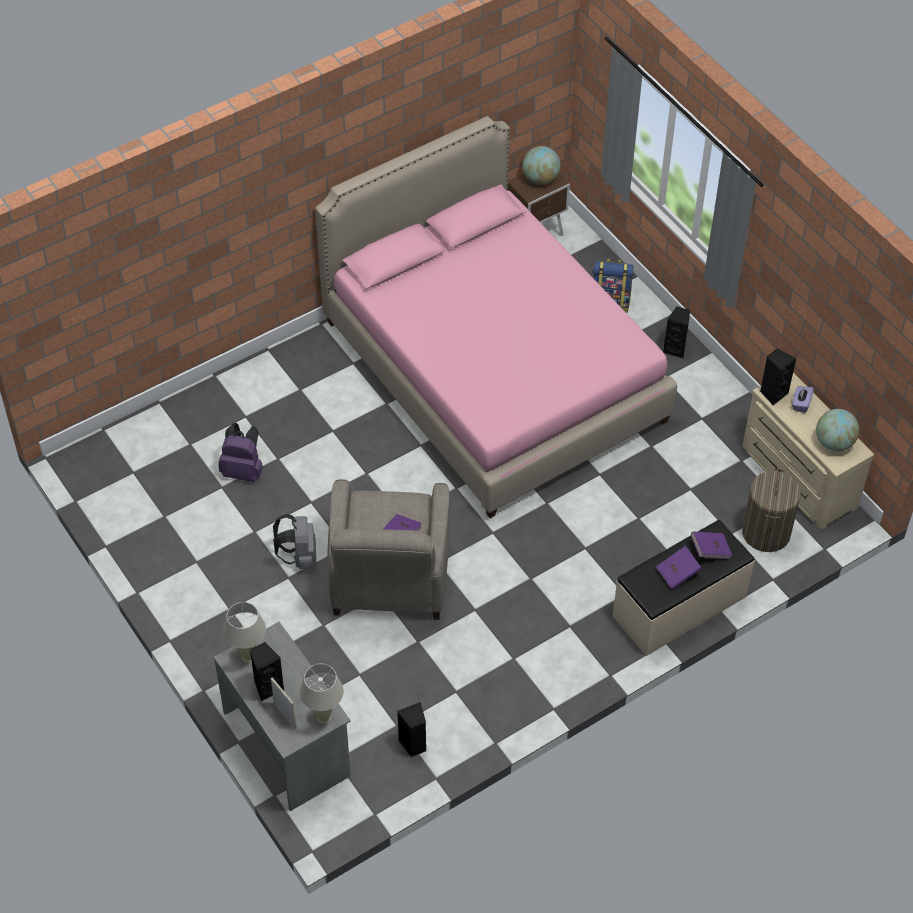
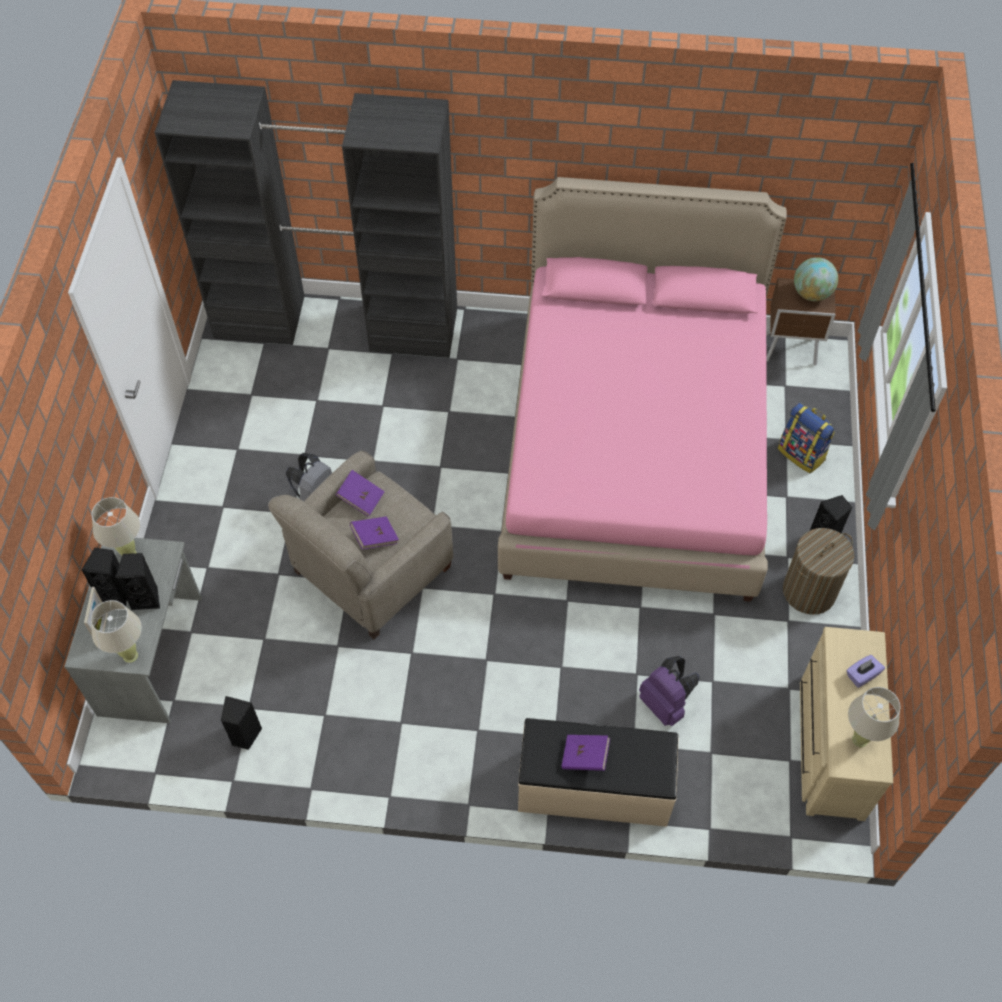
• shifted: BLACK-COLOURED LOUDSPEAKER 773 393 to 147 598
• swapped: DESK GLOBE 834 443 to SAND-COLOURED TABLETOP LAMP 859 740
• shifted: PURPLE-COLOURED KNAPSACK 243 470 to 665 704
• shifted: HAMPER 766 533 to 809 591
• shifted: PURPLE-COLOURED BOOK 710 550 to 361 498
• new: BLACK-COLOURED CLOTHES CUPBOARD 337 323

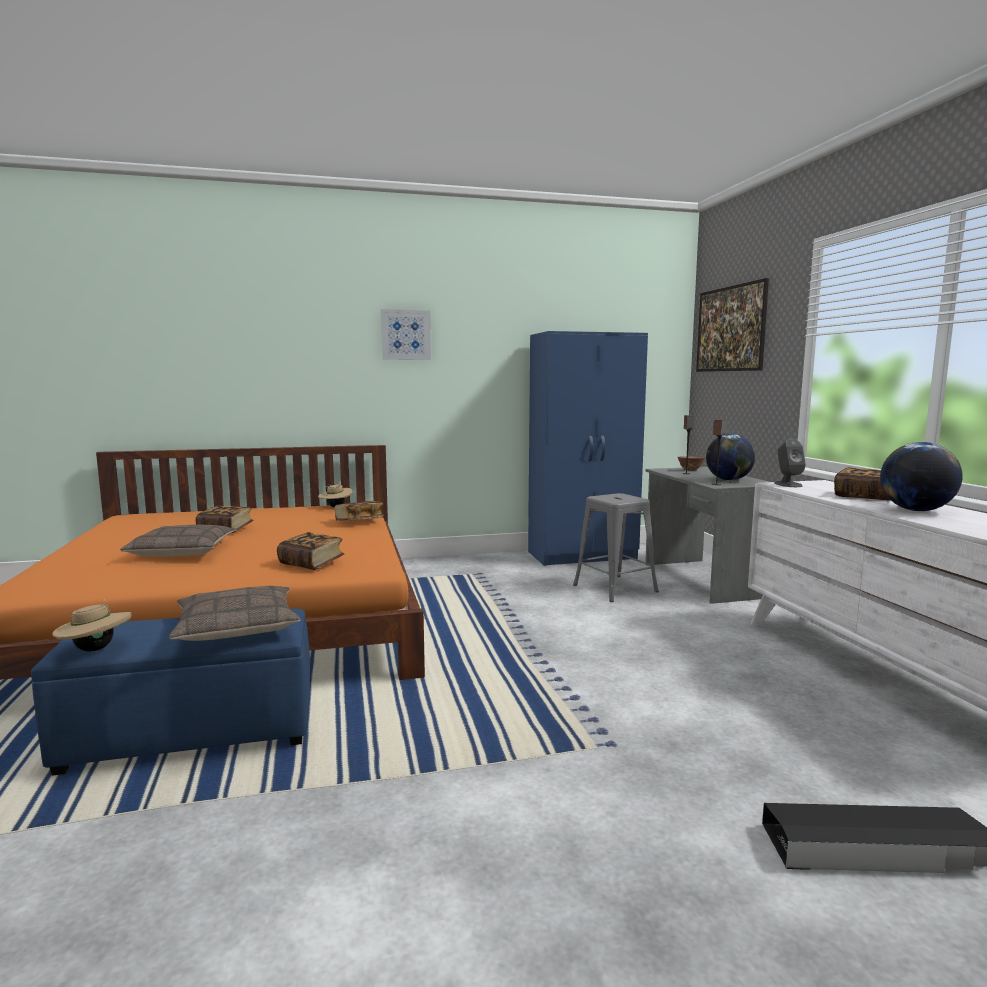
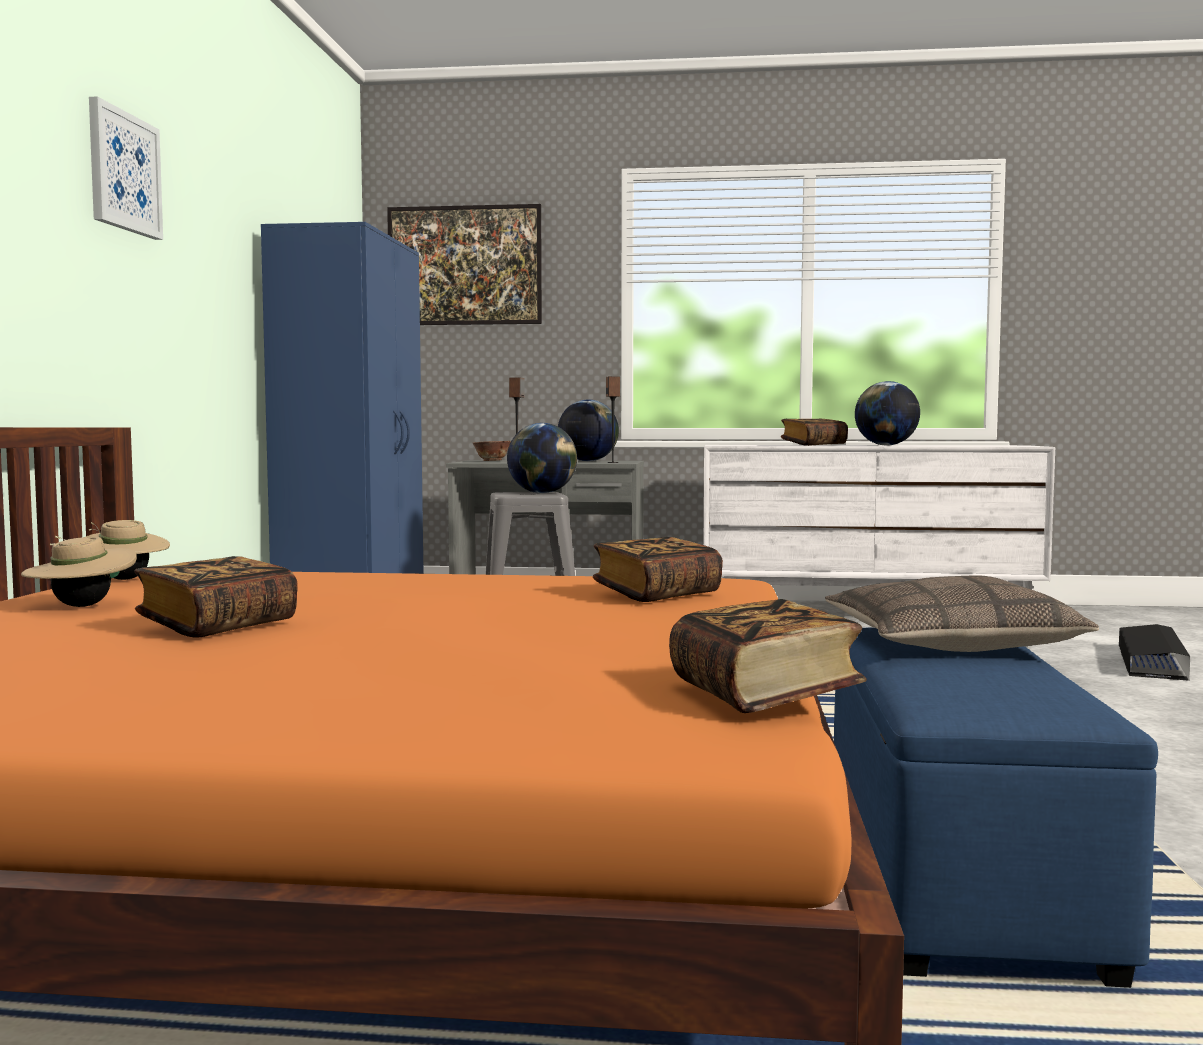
• gone: GRAY LOUDSPEAKER 788 484
• shifted: BOOK 359 521 to 763 695
• gone: CUSHION 183 551
• shifted: SAND-COLOURED CLOTHING HAT 95 649 to 81 606
• new: DESK GLOBE 542 493

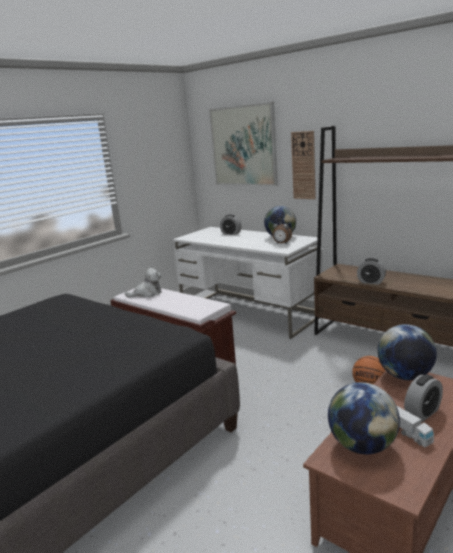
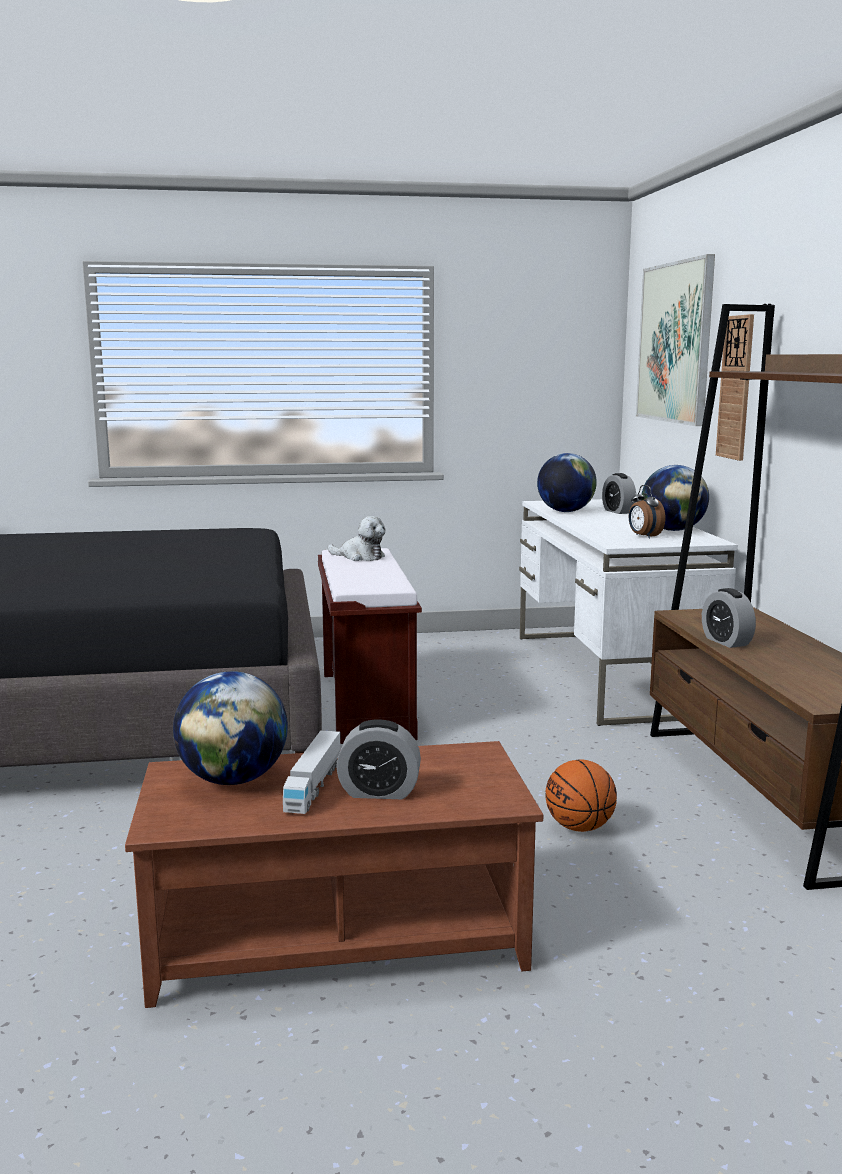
• shifted: DESK GLOBE 405 376 to 565 511

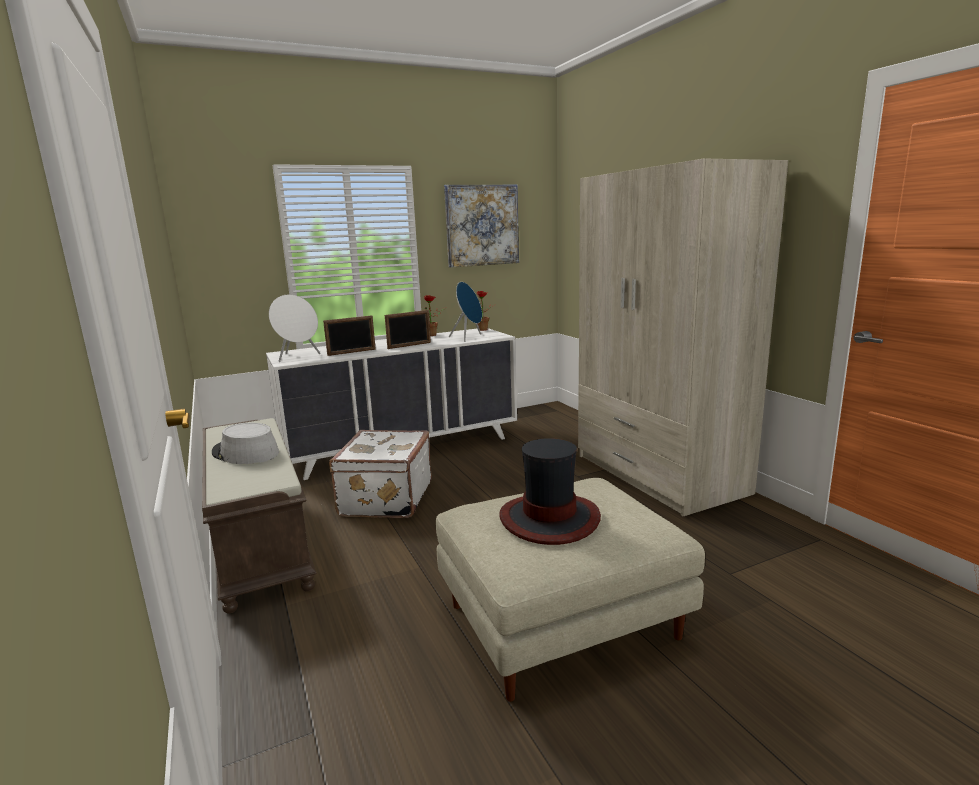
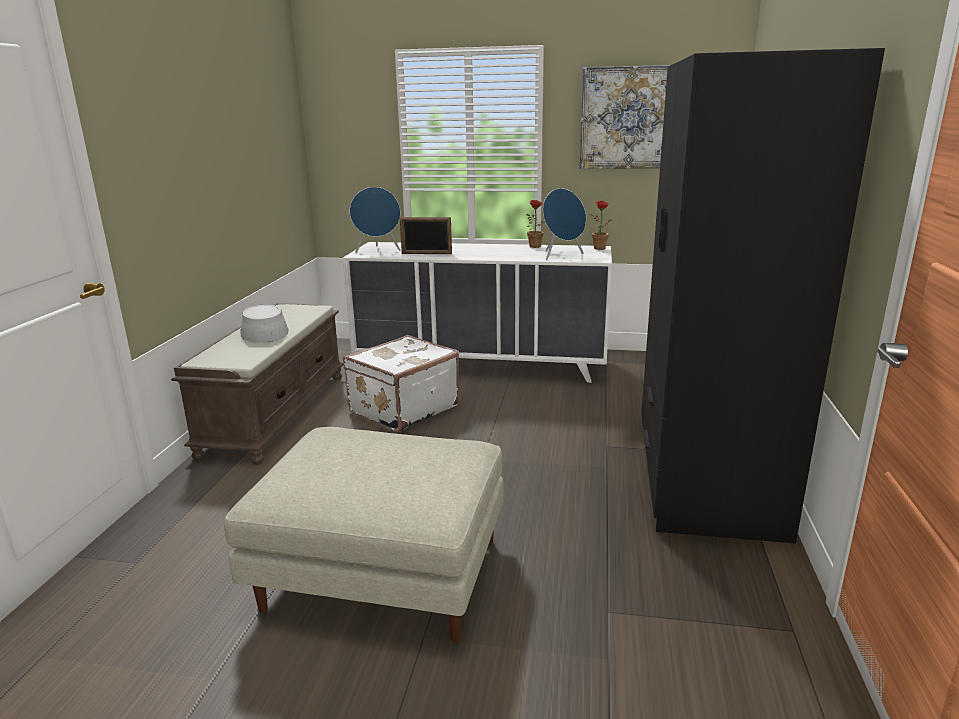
• repainted: SAND-COLOURED CLOTHES CUPBOARD 658 474 to BLACK-COLOURED CLOTHES CUPBOARD 704 475
• repainted: WHITISH LOUDSPEAKER 298 357 to BLUE-COLOURED LOUDSPEAKER 378 251
• gone: PICTURE FRAME 409 345
• gone: CLOTHING HAT 549 519

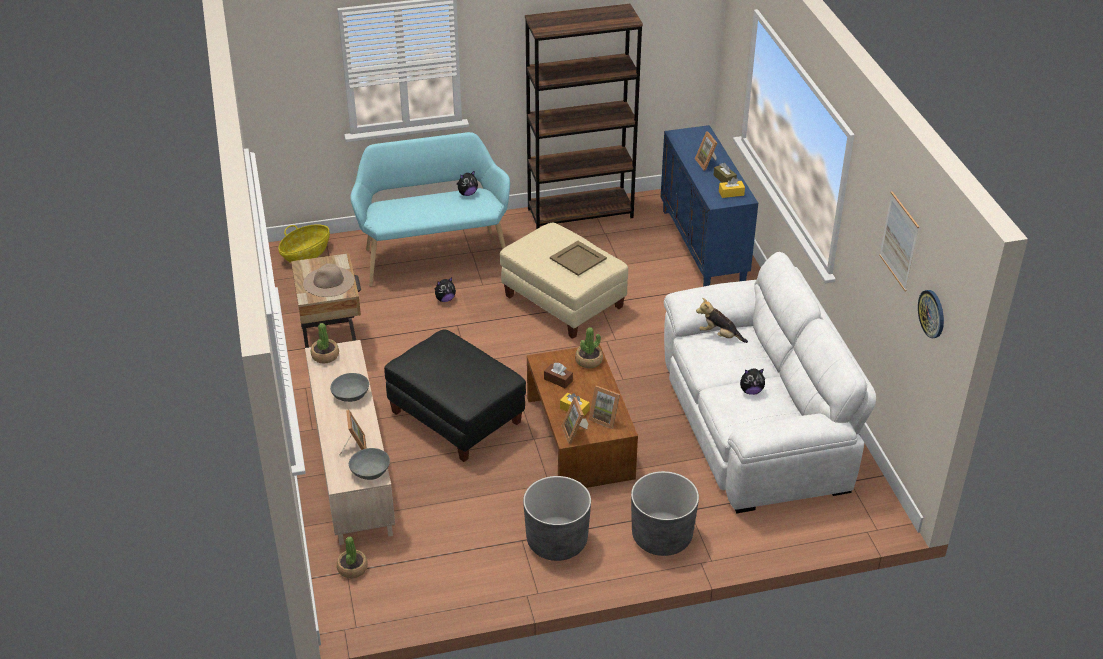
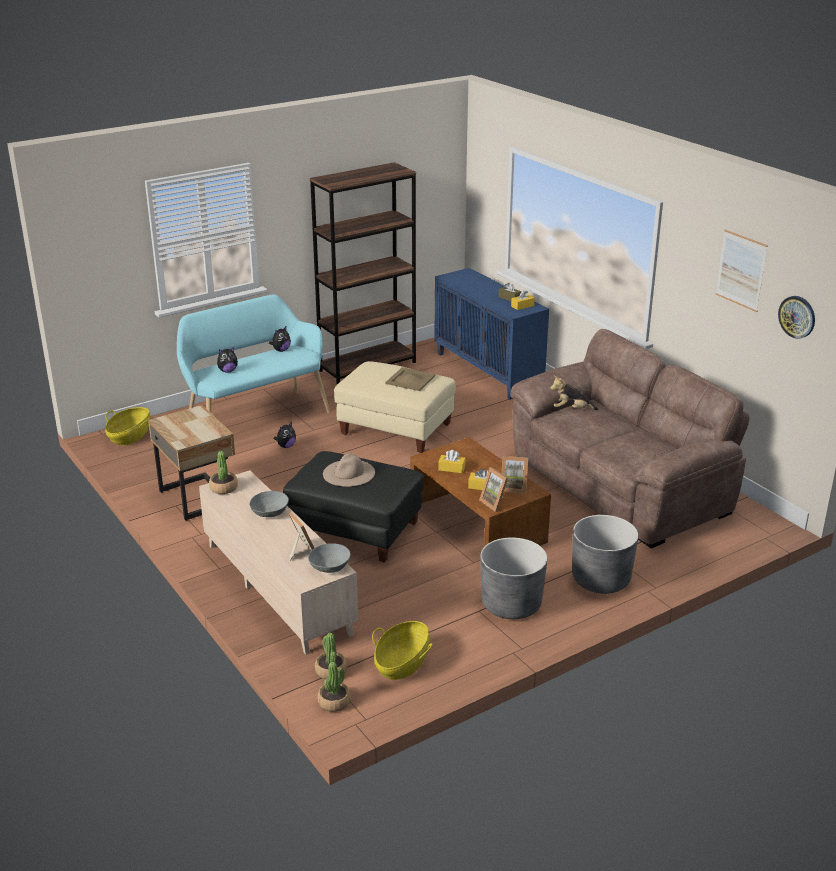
• gone: PICTURE FRAME 707 163
• repainted: WHITISH COUCH 756 425 to BROWN COUCH 621 483
• shifted: SAND-COLOURED CLOTHING HAT 328 282 to 349 473
• shifted: PLANT IN A POT 589 361 to 334 702
• repainted: BROWN TISSUE HOLDER 558 380 to YELLOWISH TISSUE HOLDER 451 468
• shifted: PLUSH TOY 751 391 to 227 371
• new: HOUSEHOLD BASKET 402 663

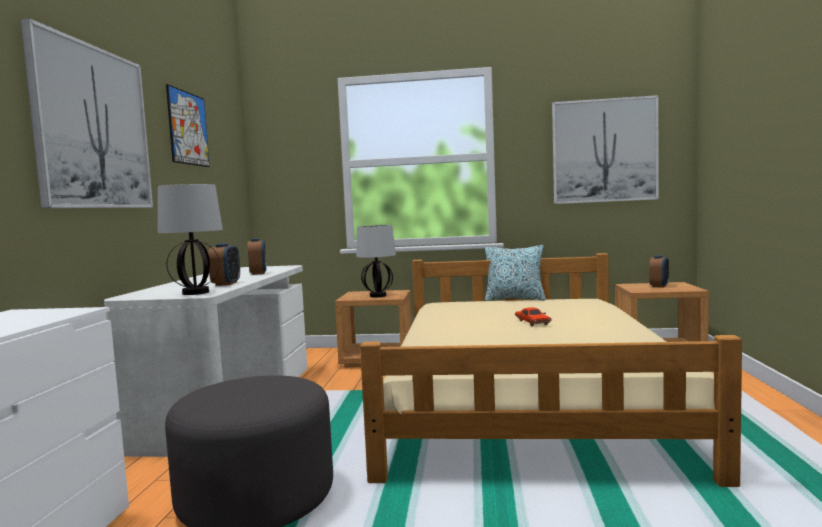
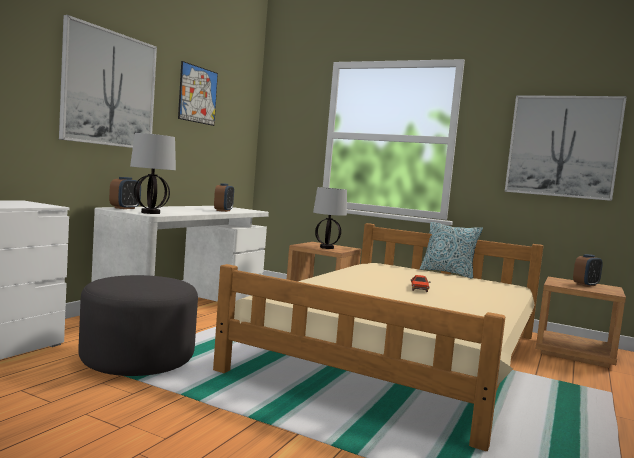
• shifted: ALARM CLOCK 226 284 to 125 208

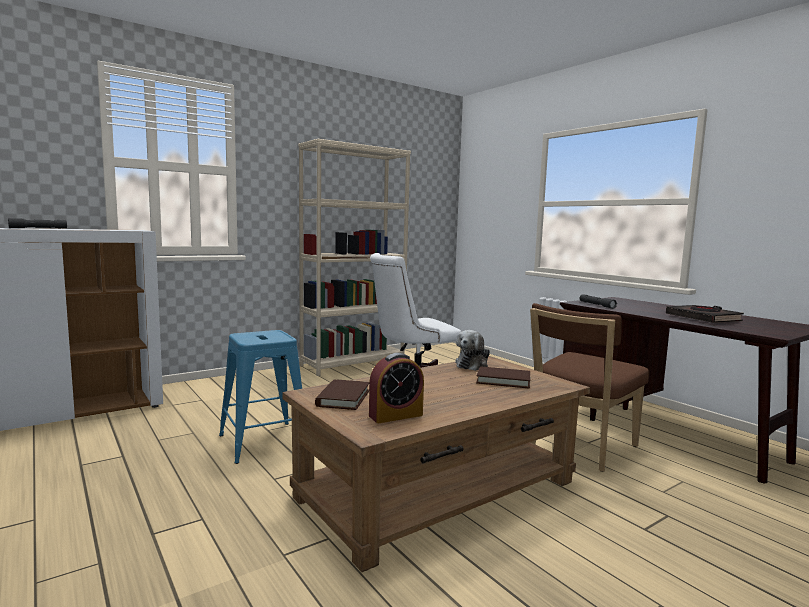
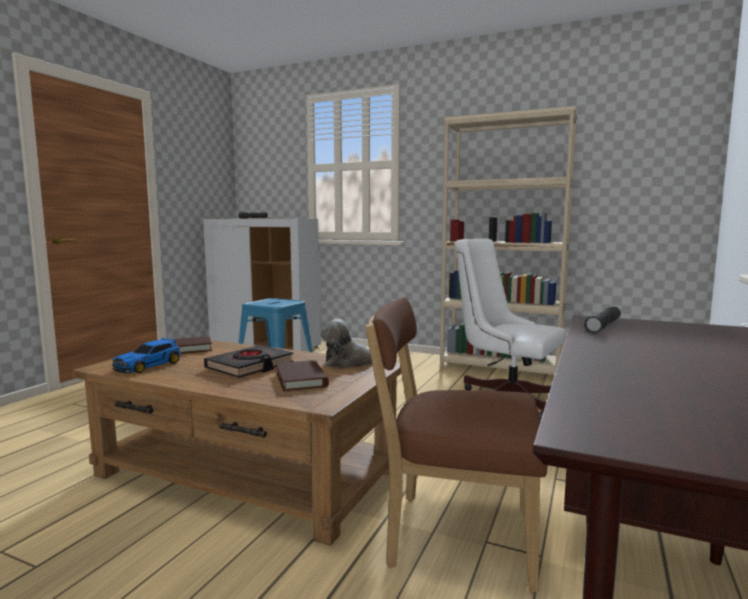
• shifted: BLACK-COLOURED BOOK 703 318 to 250 366
• swapped: ALARM CLOCK 395 415 to MODEL CAR 149 365

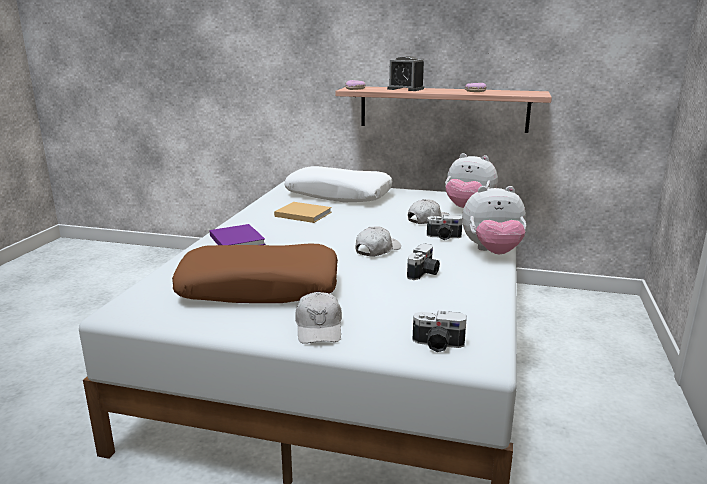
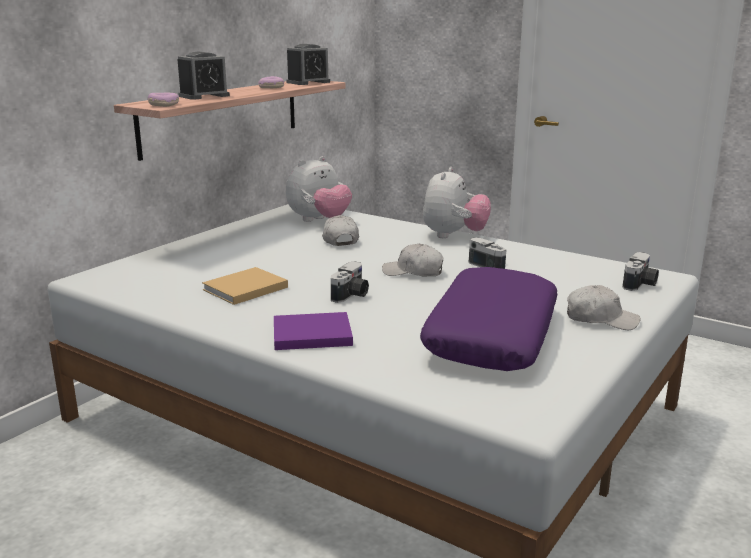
• gone: WHITISH CUSHION 339 195
• shifted: PHOTO CAMERA 443 237 to 351 295
• rotated: WHITISH BASEBALL CAP 377 250 = 413 272 45 degrees counterclockwise
• repainted: BROWN CUSHION 259 288 to PURPLE-COLOURED CUSHION 491 335
• new: ALARM CLOCK 308 82

